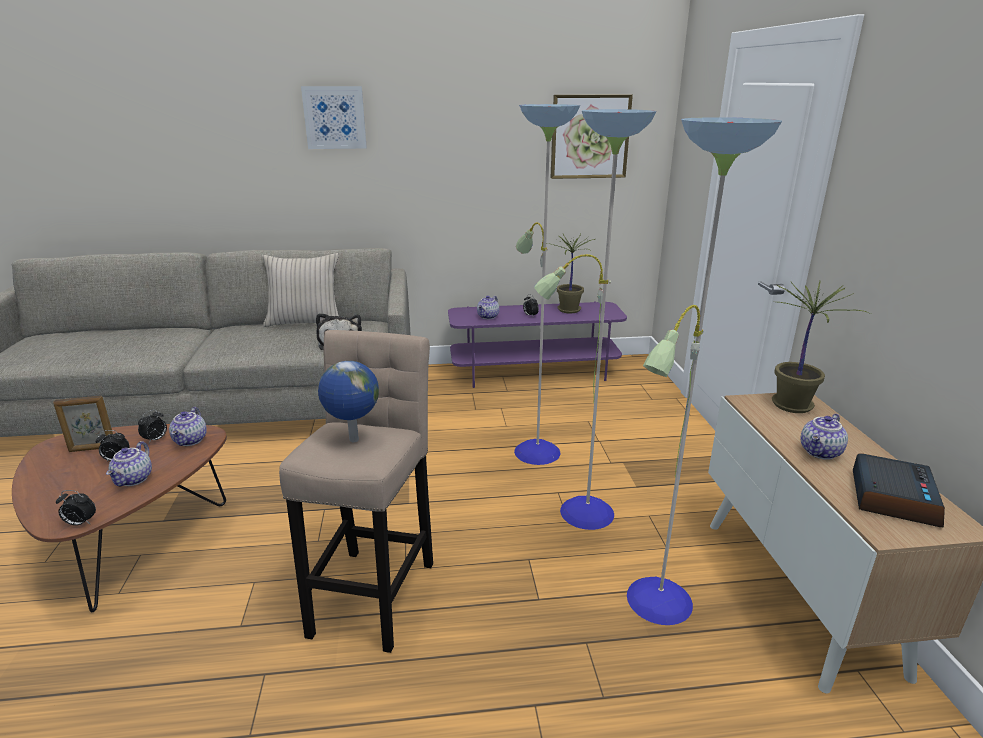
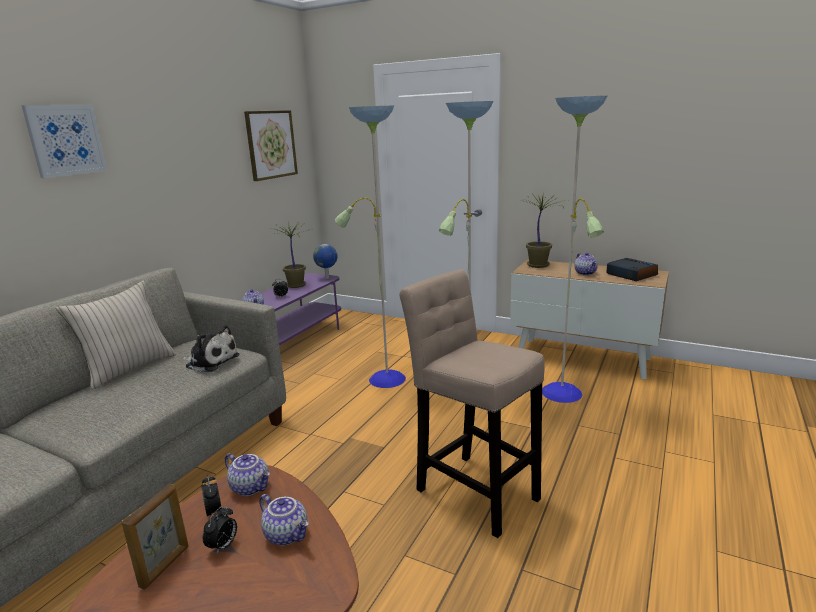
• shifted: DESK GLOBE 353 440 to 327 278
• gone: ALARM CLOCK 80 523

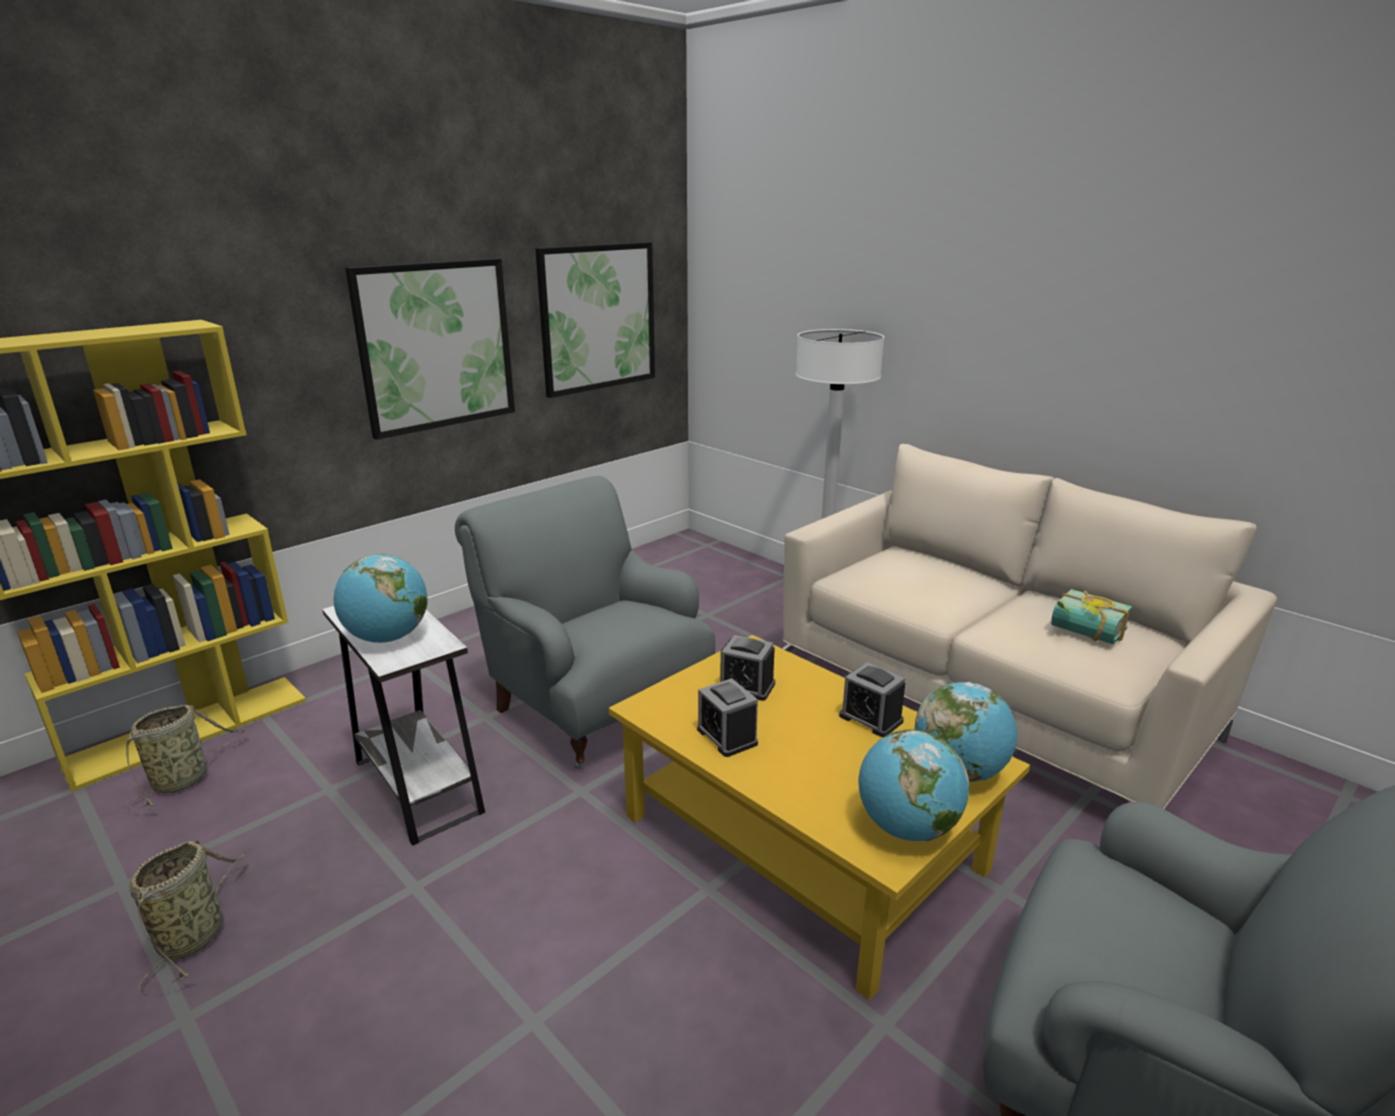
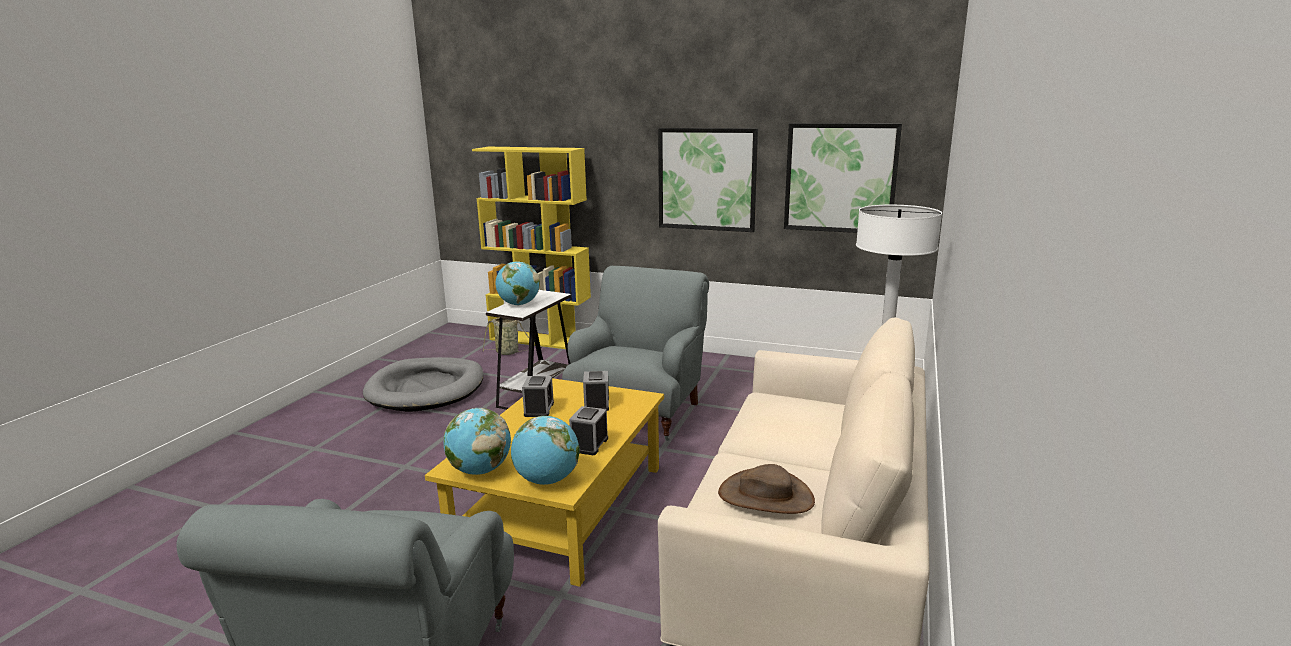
• swapped: BOOK 1084 634 to BROWN CLOTHING HAT 766 496
• rotated: ALARM CLOCK 727 736 = 539 409 150 degrees clockwise
• swapped: HOUSEHOLD BASKET 194 935 to GRAY PET BED 426 389

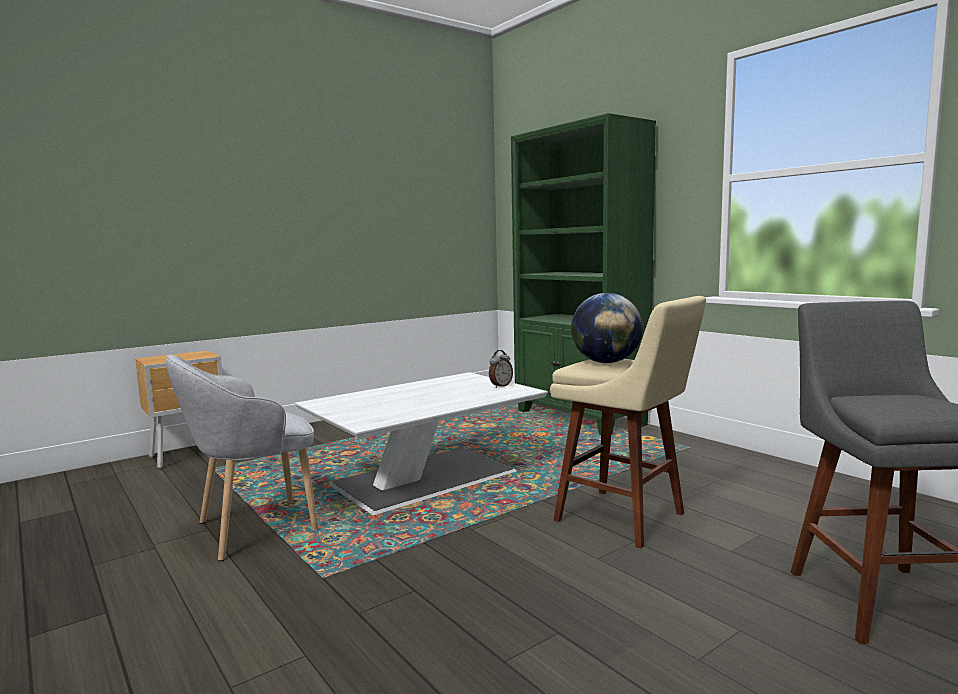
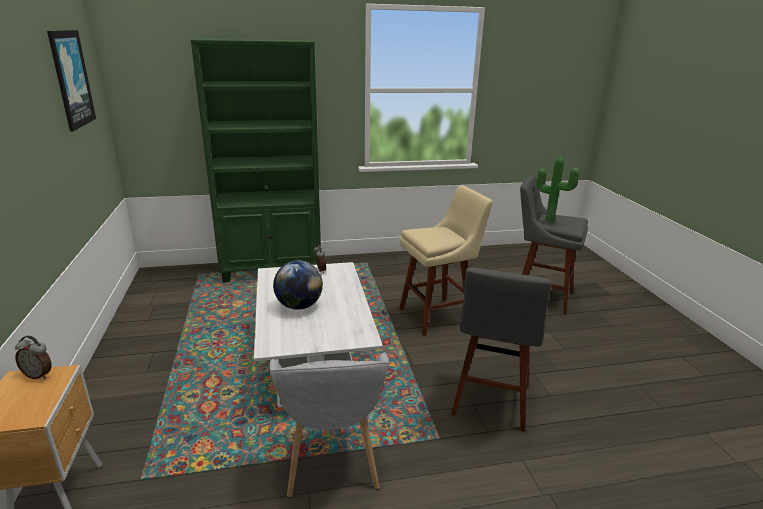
• shifted: DESK GLOBE 606 362 to 299 306
• new: WALL PICTURE 71 79
• new: PLANT IN A POT 550 220
• new: GRAY SITTING STOOL 490 403
• new: ALARM CLOCK 39 375

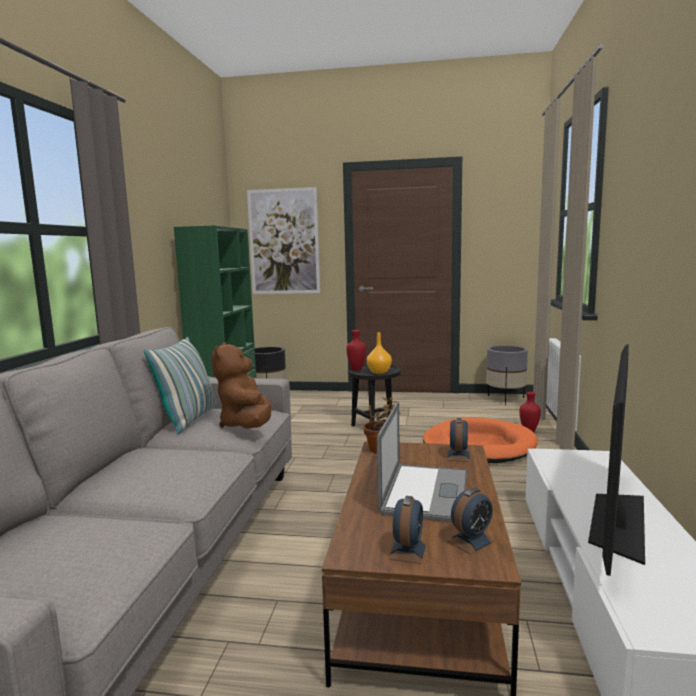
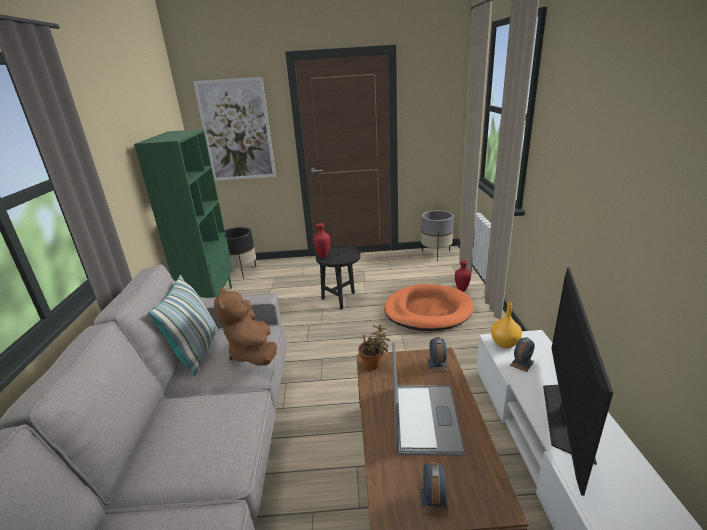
• shifted: ORANGE VASE 379 372 to 505 343
• shifted: ALARM CLOCK 471 541 to 522 363

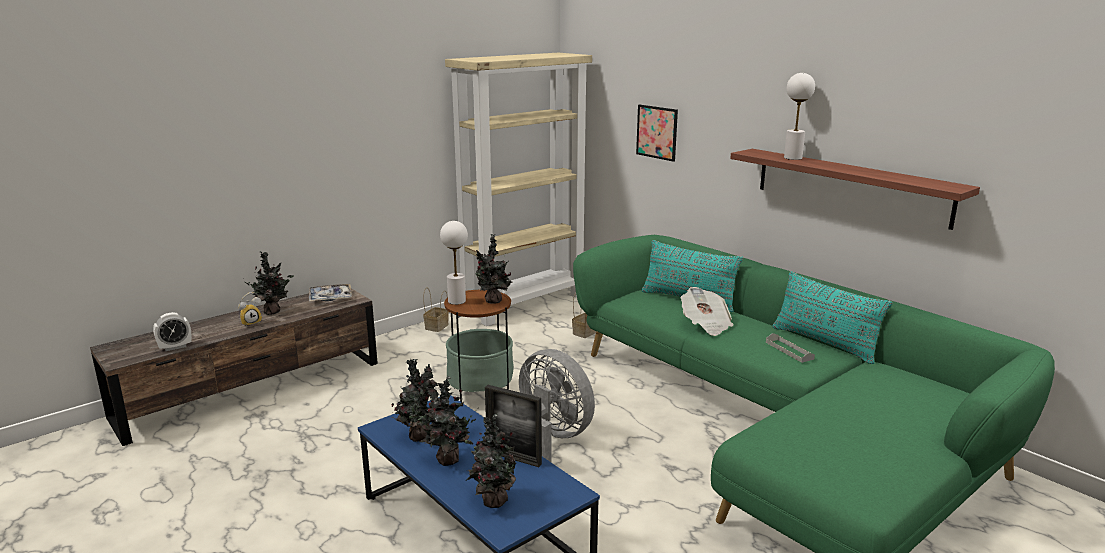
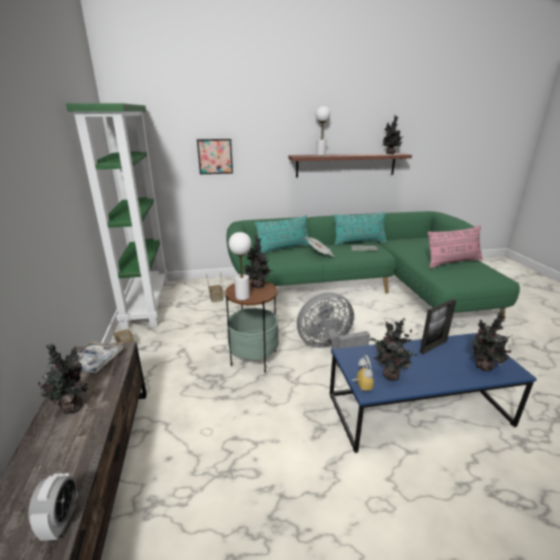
• repainted: SAND-COLOURED BOOKCASE 524 303 to GREEN BOOKCASE 146 303
• shifted: ALARM CLOCK 251 323 to 360 386
• shifted: PLANT IN A POT 446 460 to 390 154
• new: PINKISH CUSHION 453 262

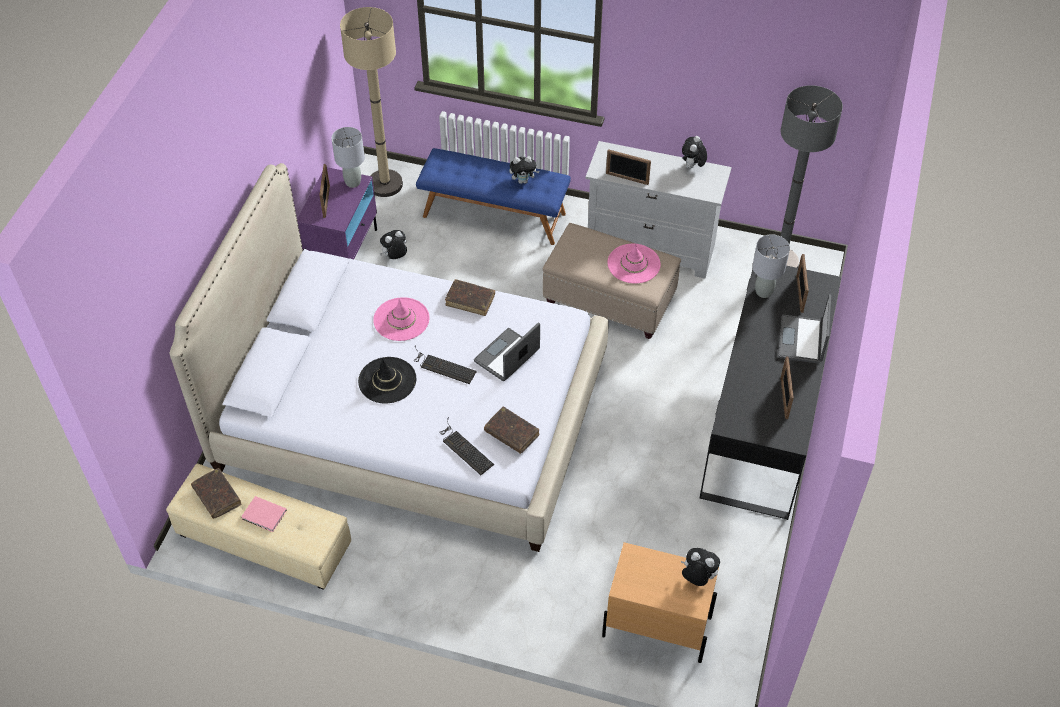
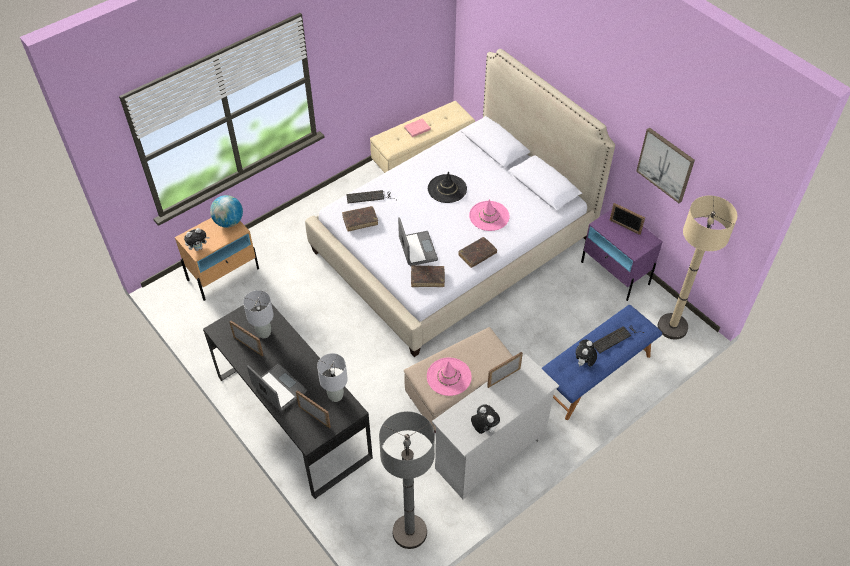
• shifted: GRAY TABLETOP LAMP 353 182 to 264 333
• gone: PLUSH TOY 395 257
• shifted: KEYBOARD 442 366 to 616 338
• shifted: BROWN BOOK 217 496 to 427 278
• new: WALL PICTURE 665 164
• new: DESK GLOBE 229 222

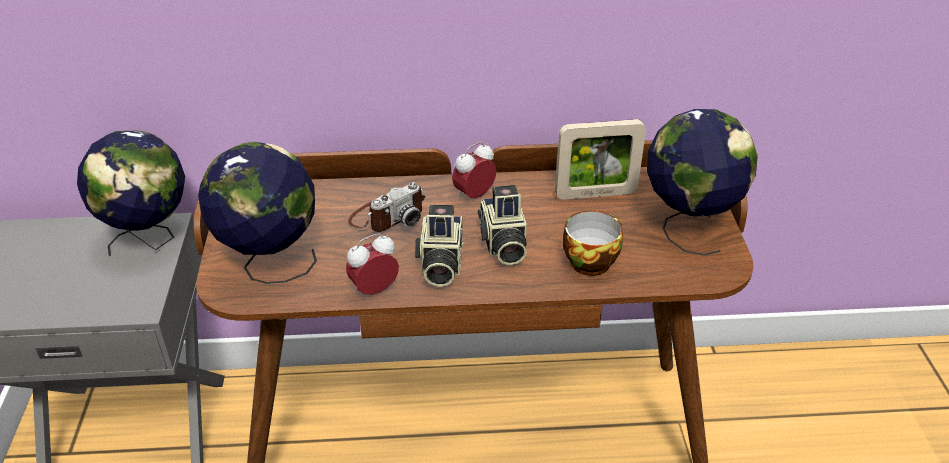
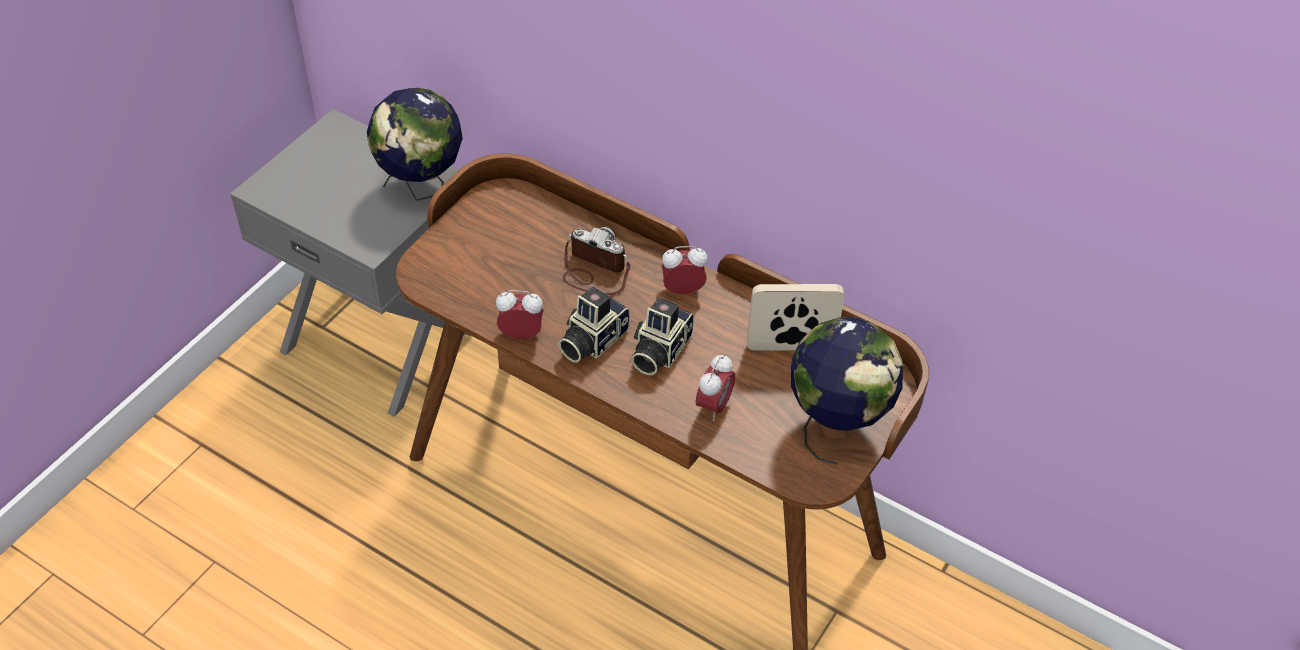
• rotated: PICTURE FRAME 595 194 = 790 347 150 degrees clockwise
• gone: DESK GLOBE 270 265
• rotated: PHOTO CAMERA 388 216 = 594 271 150 degrees counterclockwise
• swapped: DRINKING CUP 589 260 to ALARM CLOCK 713 406

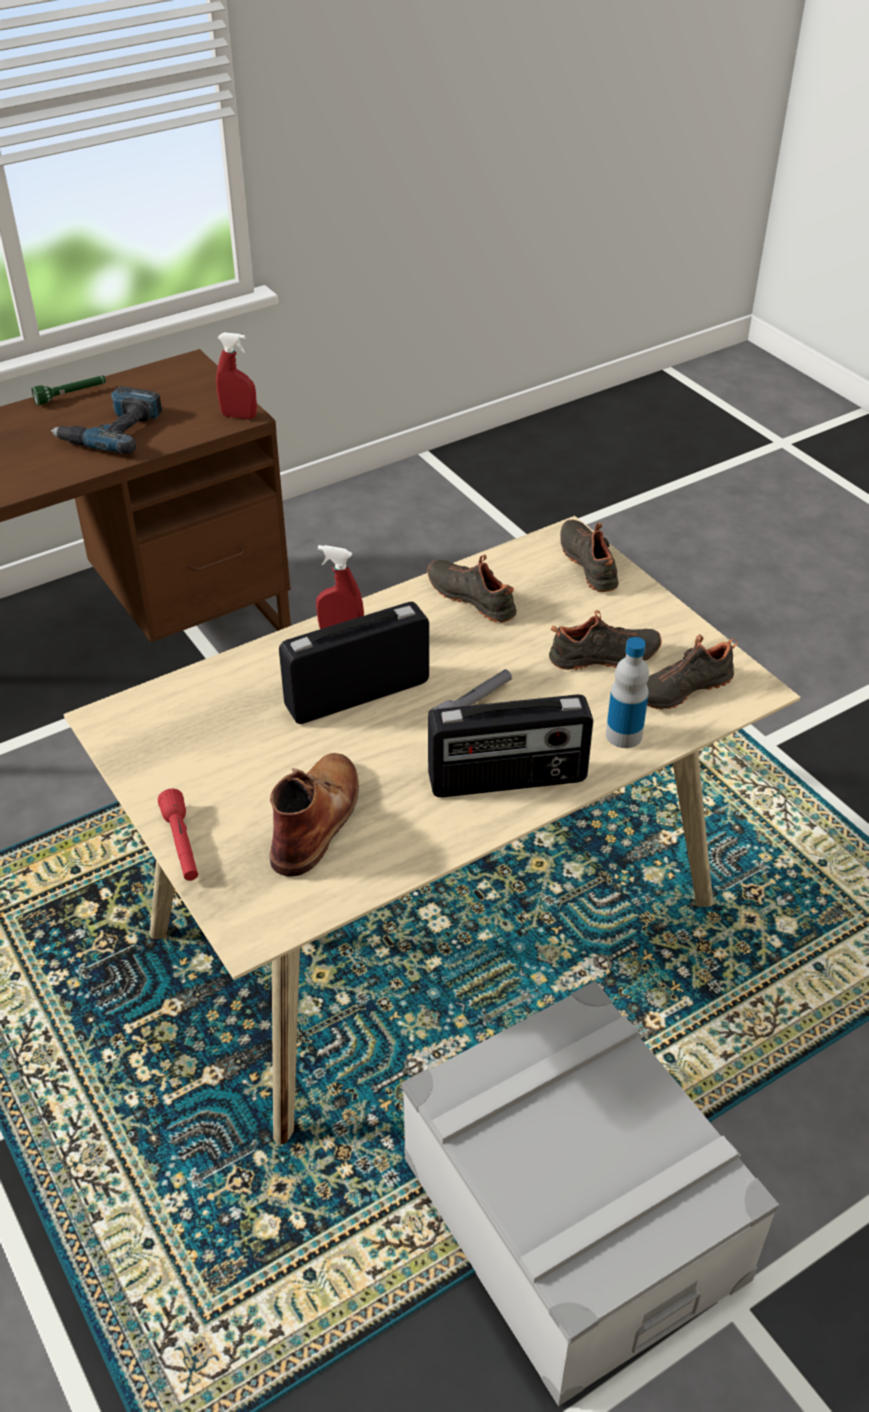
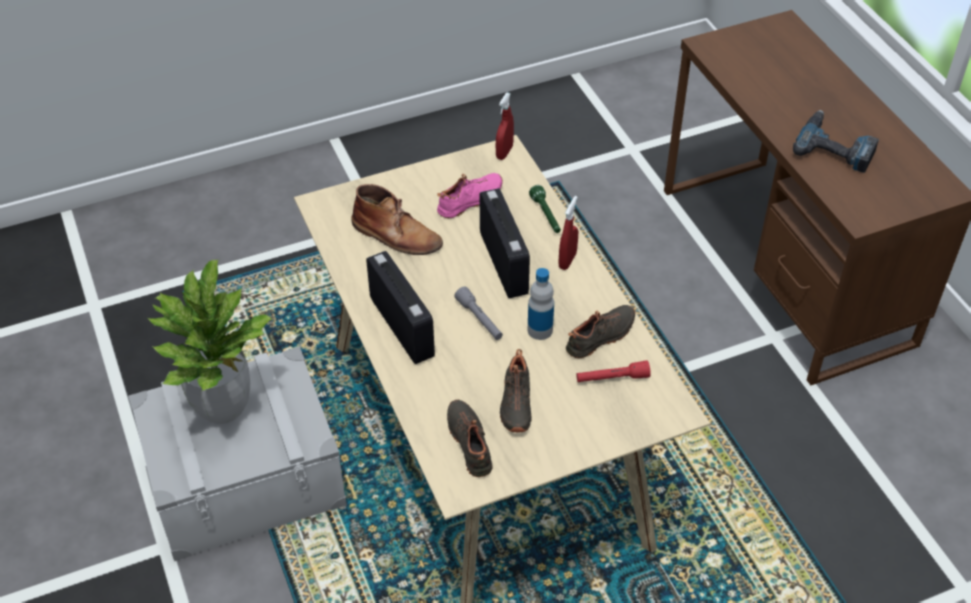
• shifted: RED SPRAYER 239 416 to 504 152
• shifted: GREEN FLASHLIGHT 71 395 to 546 216
• gone: BLACK-COLOURED LOW SHOE 590 563
• shifted: BOTTLE 623 735 to 540 330
• rotated: RADIO RECEIVER 507 780 = 403 327 150 degrees clockwise
• shifted: RED FLASHLIGHT 182 844 to 612 378
• new: PINKISH LOW SHOE 471 202
• new: PLANT IN A POT 222 407

